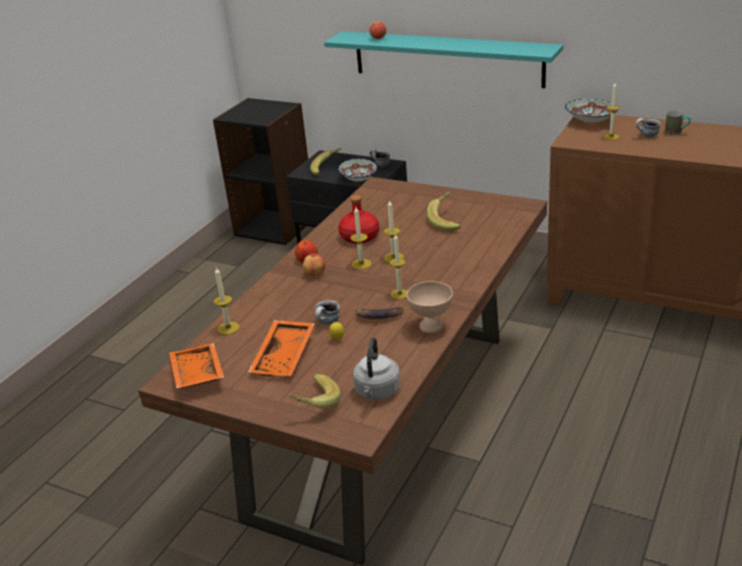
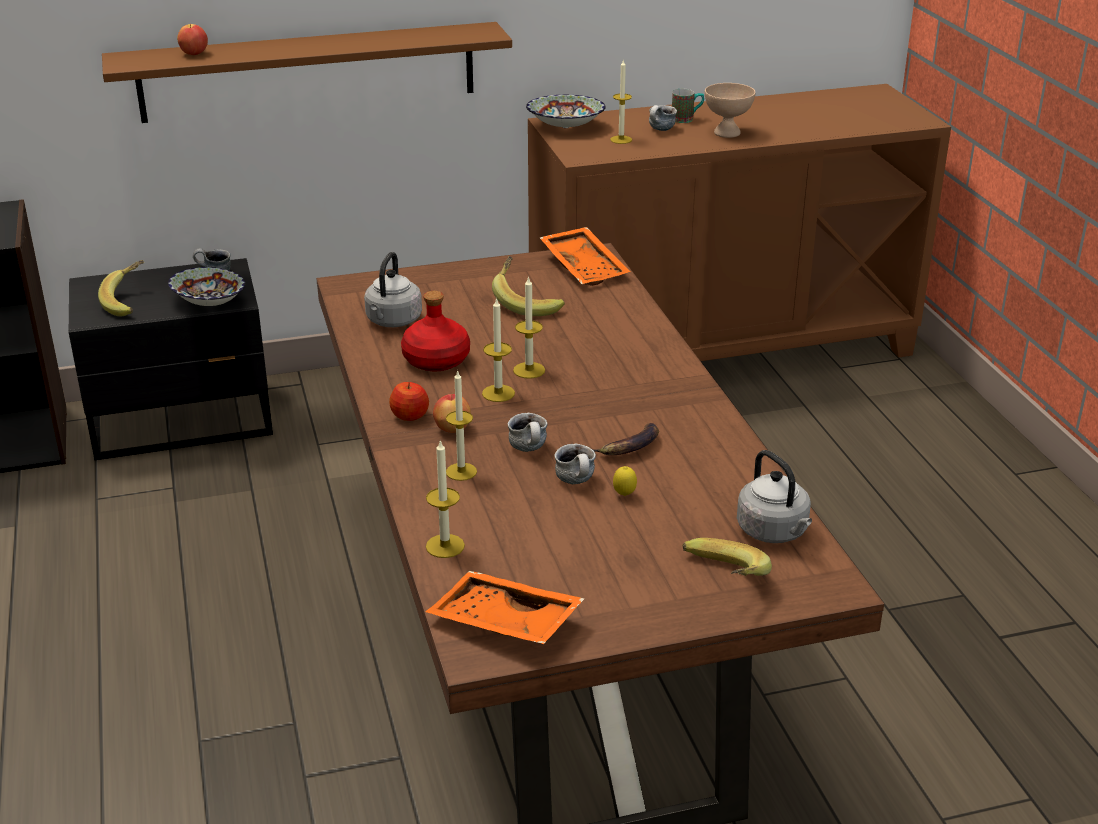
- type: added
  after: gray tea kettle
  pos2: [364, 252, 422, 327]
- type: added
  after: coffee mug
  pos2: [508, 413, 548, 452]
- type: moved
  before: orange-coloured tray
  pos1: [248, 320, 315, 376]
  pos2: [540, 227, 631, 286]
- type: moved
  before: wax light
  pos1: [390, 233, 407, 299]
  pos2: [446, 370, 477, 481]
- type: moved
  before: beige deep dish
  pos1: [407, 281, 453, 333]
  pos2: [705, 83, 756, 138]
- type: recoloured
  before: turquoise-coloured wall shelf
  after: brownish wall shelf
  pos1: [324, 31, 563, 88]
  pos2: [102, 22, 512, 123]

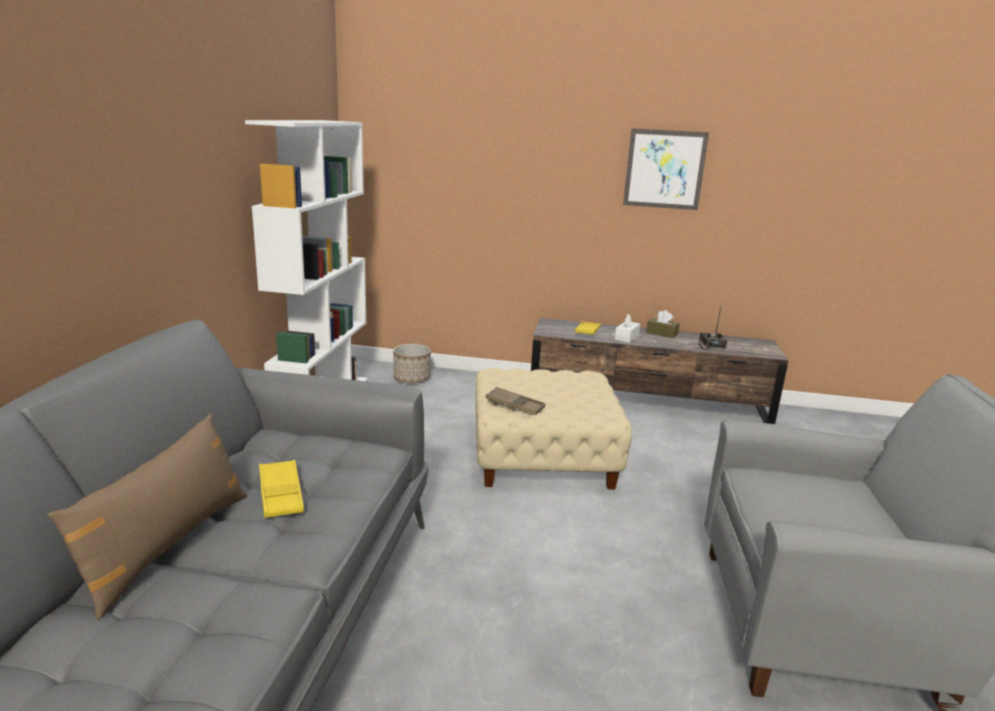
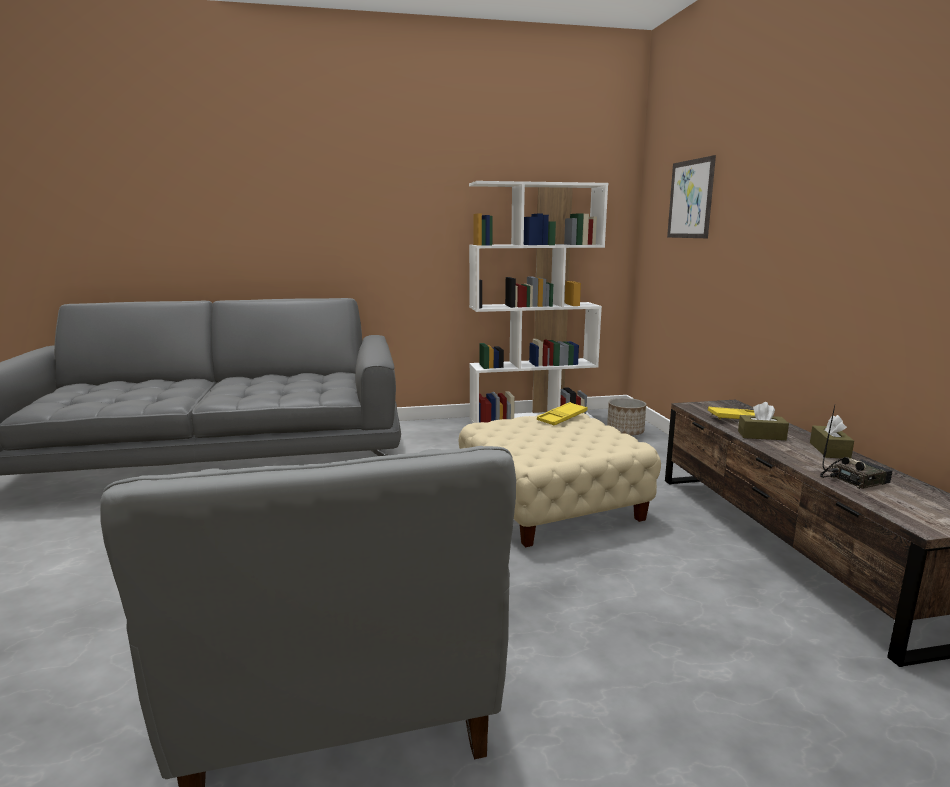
- type: removed
  before: brownish cushion
  pos1: [48, 414, 247, 619]
- type: removed
  before: brownish tray
  pos1: [486, 387, 545, 415]
- type: moved
  before: yellowish tray
  pos1: [259, 460, 304, 518]
  pos2: [537, 402, 587, 425]
- type: moved
  before: picture
  pos1: [623, 128, 709, 210]
  pos2: [667, 155, 716, 238]
- type: recoloured
  before: white box of tissues
  after: brownish box of tissues
  pos1: [615, 314, 640, 343]
  pos2: [738, 402, 789, 440]

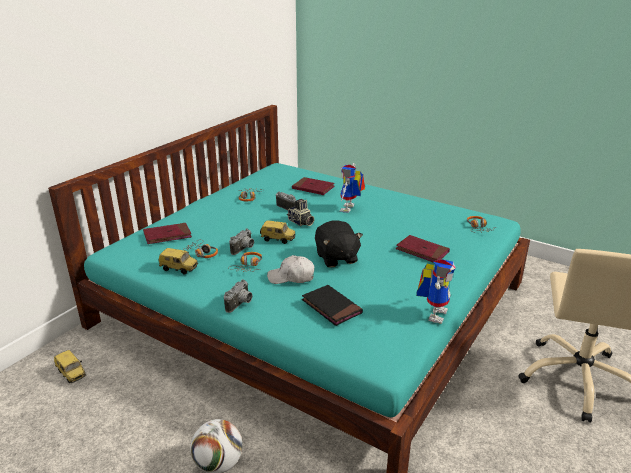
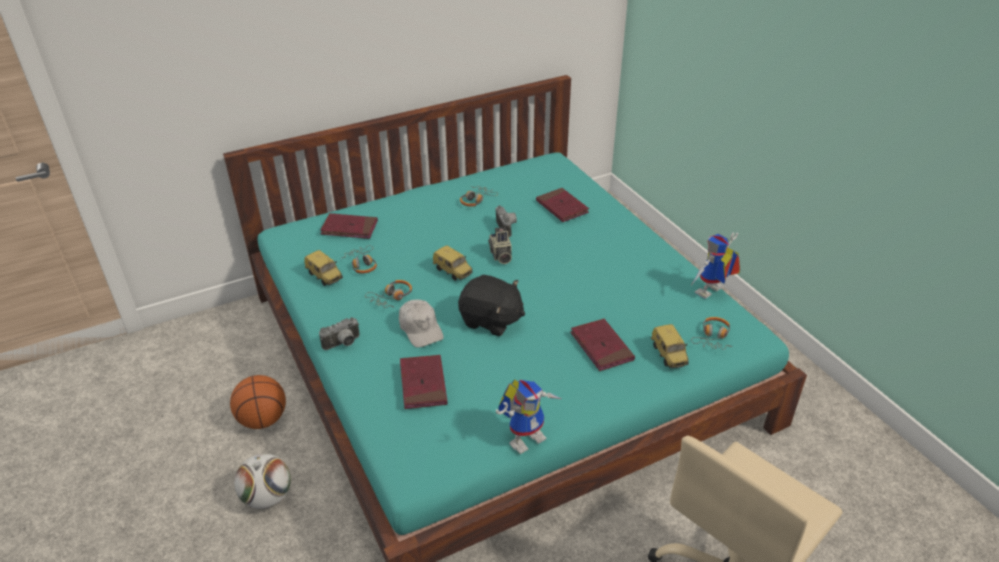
- type: removed
  before: still camera
  pos1: [229, 228, 254, 255]
- type: added
  after: ball for basketball
  pos2: [230, 375, 286, 429]
- type: moved
  before: toy car
  pos1: [54, 350, 86, 383]
  pos2: [651, 324, 689, 368]
- type: moved
  before: toy robot
  pos1: [340, 163, 365, 213]
  pos2: [692, 232, 740, 299]
- type: recoloured
  before: blackish book
  after: red book
  pos1: [302, 285, 363, 326]
  pos2: [400, 355, 448, 409]
- type: turned
  before: white cap
  pos1: [267, 255, 314, 284]
  pos2: [399, 299, 444, 348]
  turn: -150
- type: turned
  before: blackish plush toy
  pos1: [315, 220, 363, 268]
  pos2: [458, 275, 525, 336]
  turn: -75

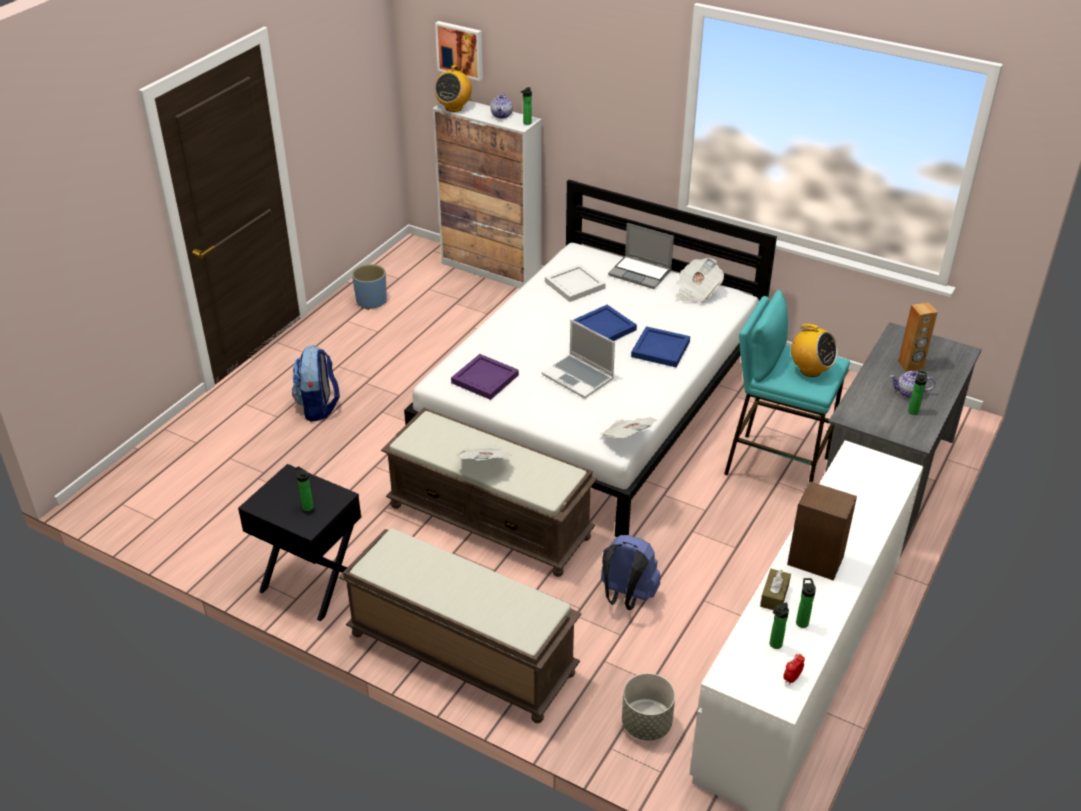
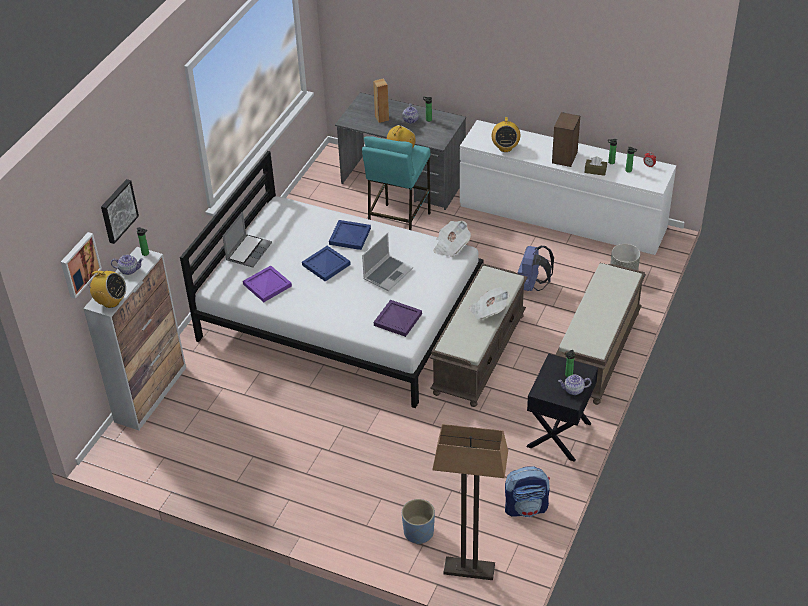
- type: removed
  before: printed paper
  pos1: [675, 258, 724, 303]
- type: added
  after: picture
  pos2: [101, 179, 139, 244]
- type: added
  after: floor lamp
  pos2: [432, 424, 508, 580]
- type: added
  after: radio set
  pos2: [492, 117, 520, 152]
- type: added
  after: tea pot
  pos2: [558, 375, 591, 395]
- type: moved
  before: backpack
  pos1: [292, 345, 340, 422]
  pos2: [505, 466, 550, 517]
- type: moved
  before: bluish planter
  pos1: [352, 264, 387, 310]
  pos2: [402, 499, 435, 545]
- type: recoloured
  before: white tray
  after: purple-coloured tray
  pos1: [545, 264, 606, 302]
  pos2: [243, 265, 292, 302]

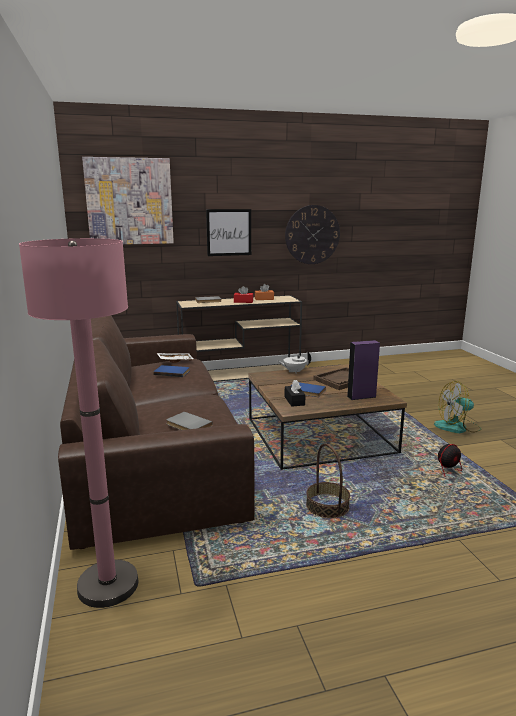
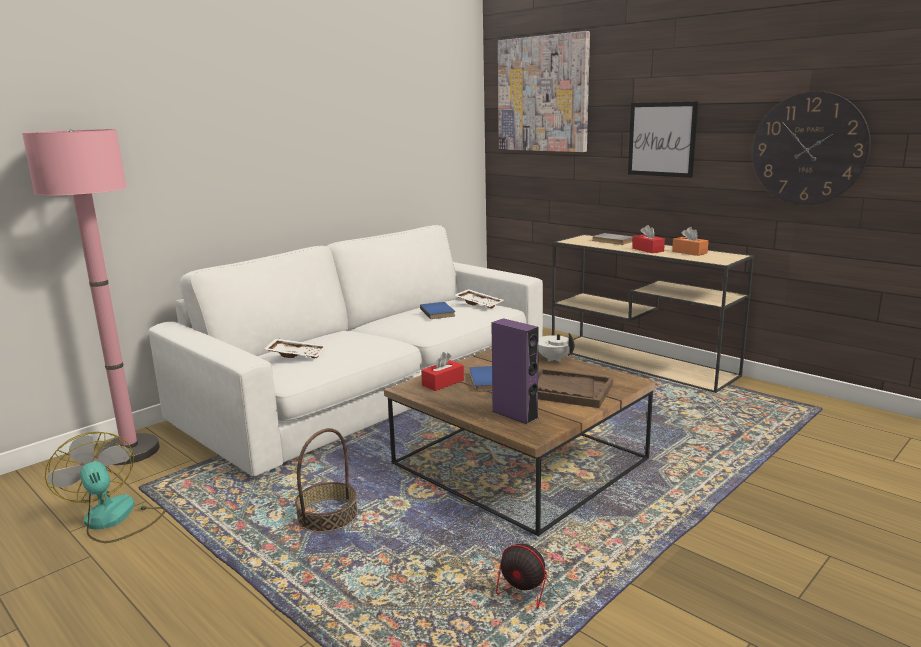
- type: moved
  before: electric fan
  pos1: [434, 381, 481, 433]
  pos2: [45, 432, 165, 543]
- type: replaced
  before: gray book
  after: white tray
  pos1: [166, 412, 213, 430]
  pos2: [264, 338, 327, 358]
- type: recoloured
  before: brownish couch
  after: white couch
  pos1: [58, 315, 255, 550]
  pos2: [149, 225, 543, 476]
- type: recoloured
  before: blackish box of tissues
  after: red box of tissues
  pos1: [285, 380, 305, 407]
  pos2: [421, 352, 464, 391]

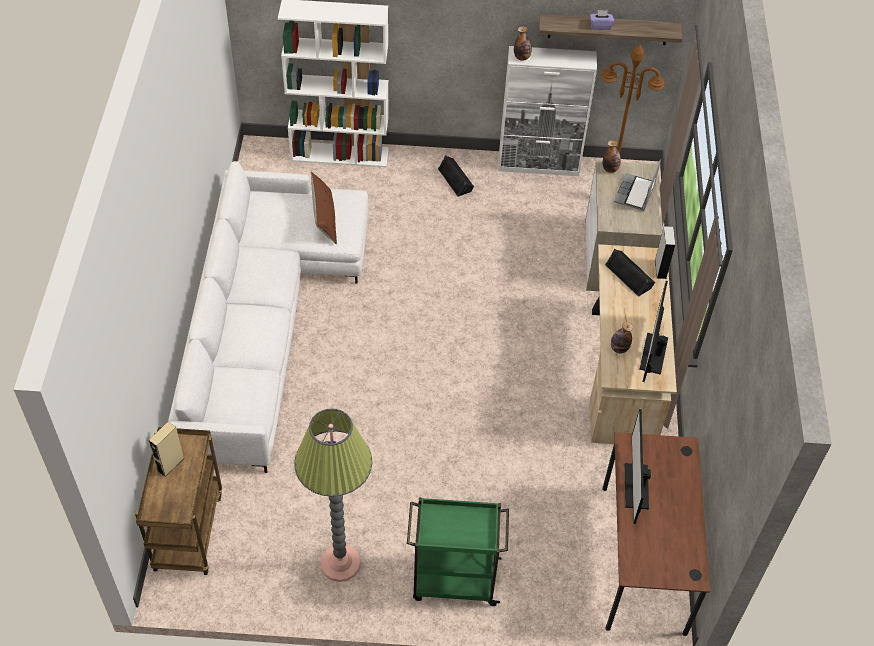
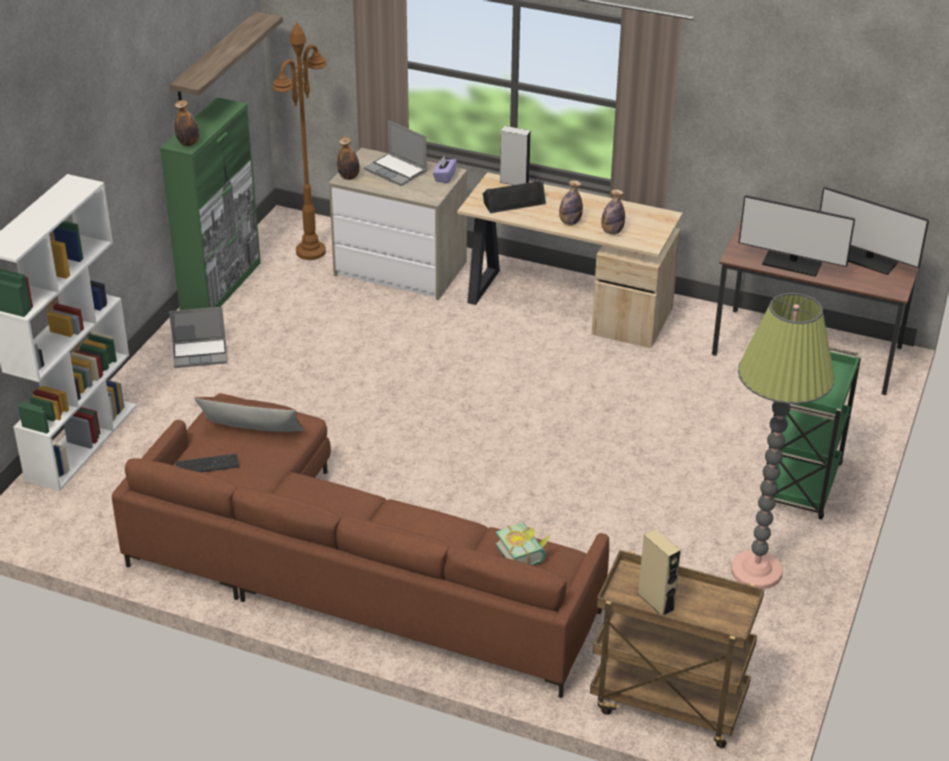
- type: added
  after: keyboard
  pos2: [175, 453, 239, 472]
- type: added
  after: book
  pos2: [496, 523, 551, 565]
- type: added
  after: beverage bottle
  pos2: [559, 180, 583, 225]
- type: moved
  before: purple-coloured box of tissues
  pos1: [590, 10, 614, 30]
  pos2: [433, 156, 457, 183]
- type: moved
  before: monitor
  pos1: [639, 281, 668, 382]
  pos2: [820, 187, 929, 275]
- type: replaced
  before: blackish loudspeaker
  after: notebook computer
  pos1: [438, 155, 474, 197]
  pos2: [169, 307, 227, 368]
- type: recoloured
  before: white couch
  after: brownish couch
  pos1: [168, 161, 369, 473]
  pos2: [112, 393, 609, 698]
- type: recoloured
  before: white cupboard
  after: greenish cupboard
  pos1: [498, 46, 597, 176]
  pos2: [160, 97, 261, 310]

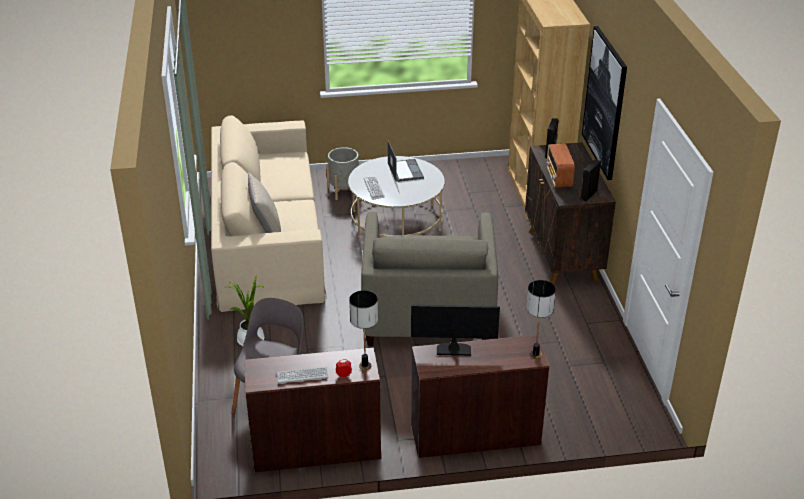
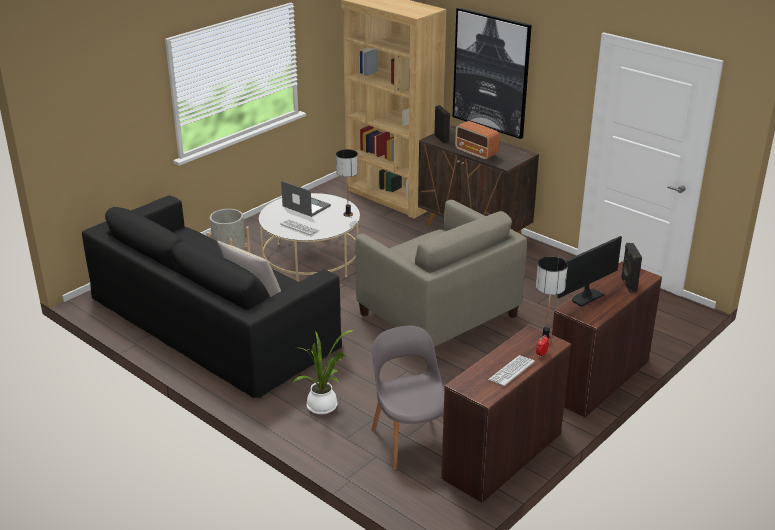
- type: moved
  before: tabletop lamp
  pos1: [526, 280, 556, 359]
  pos2: [336, 149, 358, 217]
- type: moved
  before: blackish loudspeaker
  pos1: [580, 159, 601, 201]
  pos2: [621, 243, 642, 293]
- type: recoloured
  before: beige couch
  after: blackish couch
  pos1: [211, 115, 327, 312]
  pos2: [82, 195, 342, 398]

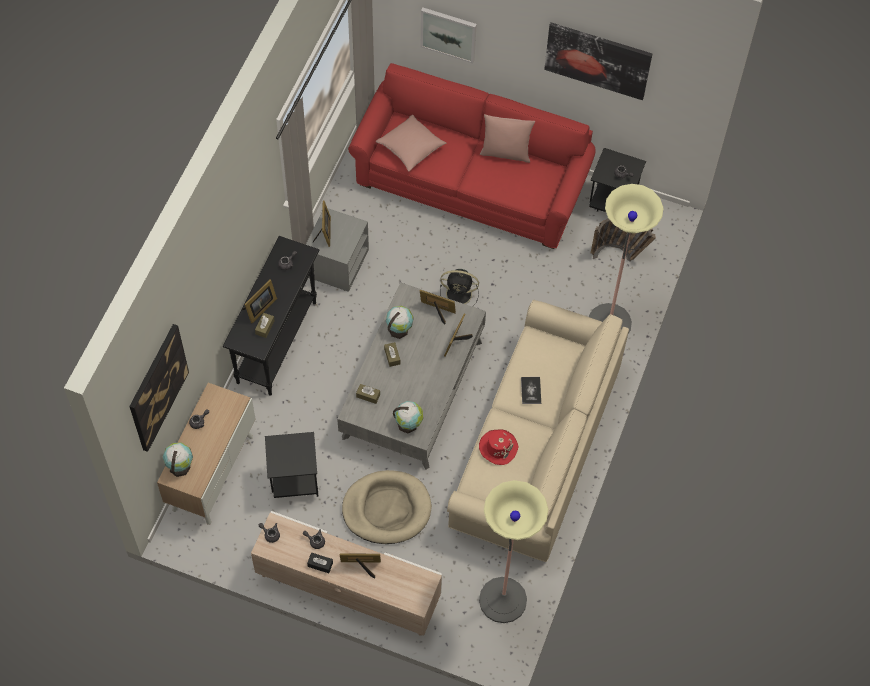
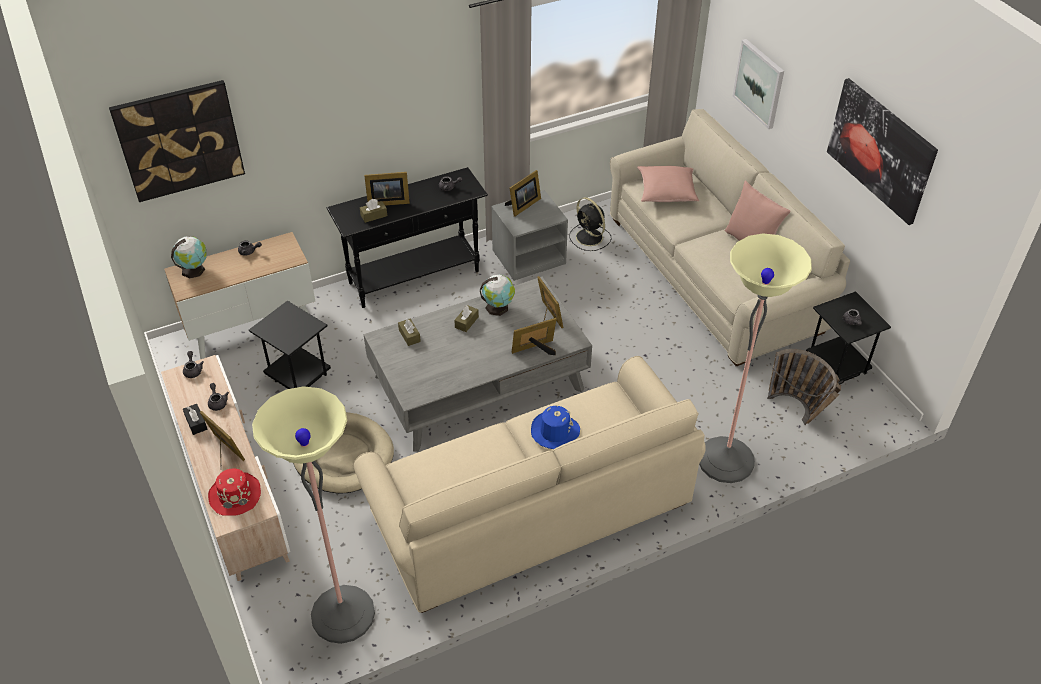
- type: removed
  before: globe
  pos1: [393, 401, 423, 434]
- type: moved
  before: blackish electric fan
  pos1: [440, 269, 479, 307]
  pos2: [569, 197, 611, 251]
- type: moved
  before: red clothing hat
  pos1: [479, 429, 518, 465]
  pos2: [208, 468, 261, 516]
- type: replaced
  before: book
  after: bluish clothing hat
  pos1: [521, 377, 541, 404]
  pos2: [531, 405, 580, 449]
- type: recoloured
  before: red couch
  after: beige couch
  pos1: [348, 63, 596, 249]
  pos2: [610, 109, 850, 366]

